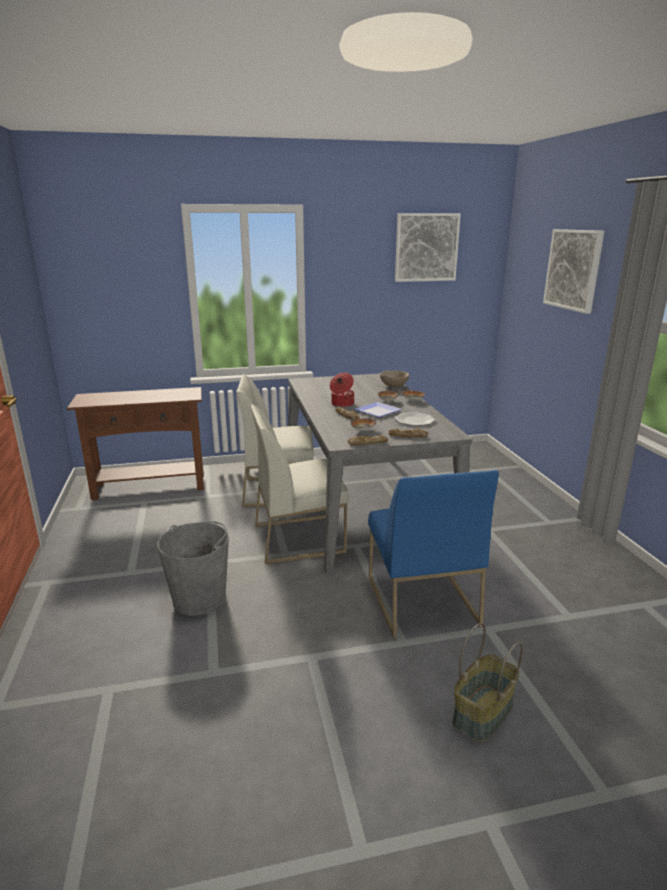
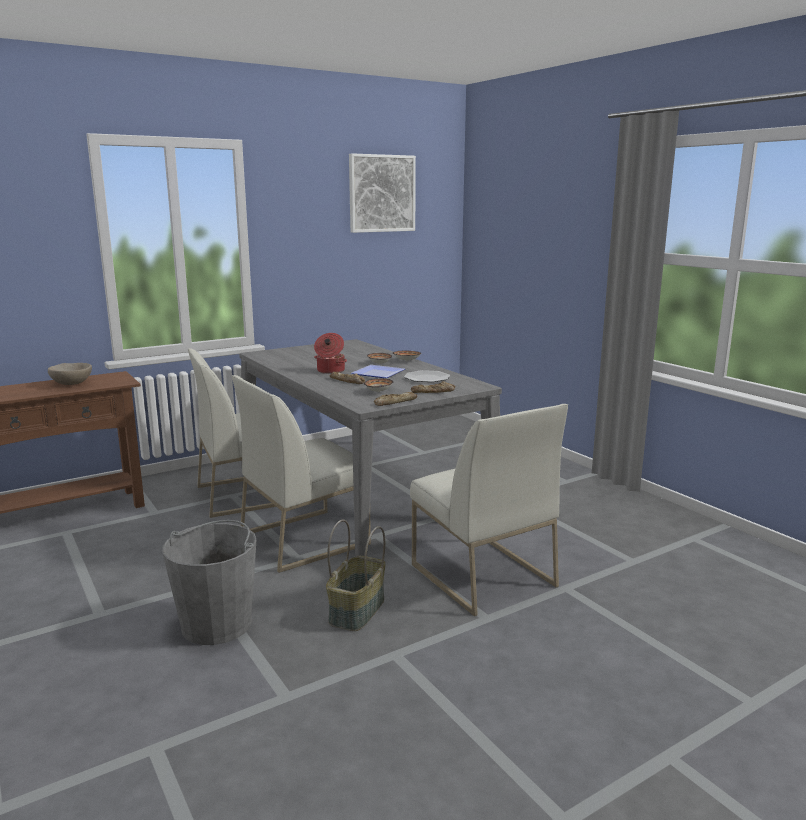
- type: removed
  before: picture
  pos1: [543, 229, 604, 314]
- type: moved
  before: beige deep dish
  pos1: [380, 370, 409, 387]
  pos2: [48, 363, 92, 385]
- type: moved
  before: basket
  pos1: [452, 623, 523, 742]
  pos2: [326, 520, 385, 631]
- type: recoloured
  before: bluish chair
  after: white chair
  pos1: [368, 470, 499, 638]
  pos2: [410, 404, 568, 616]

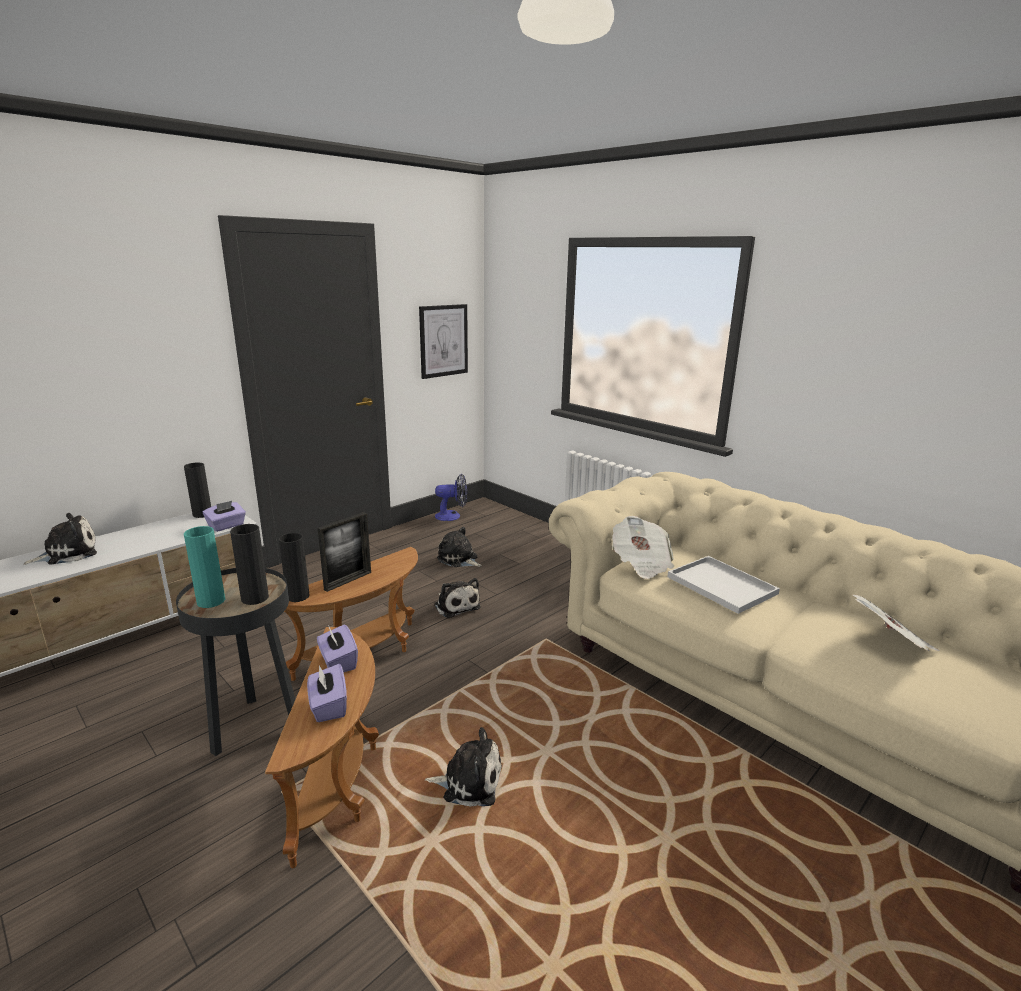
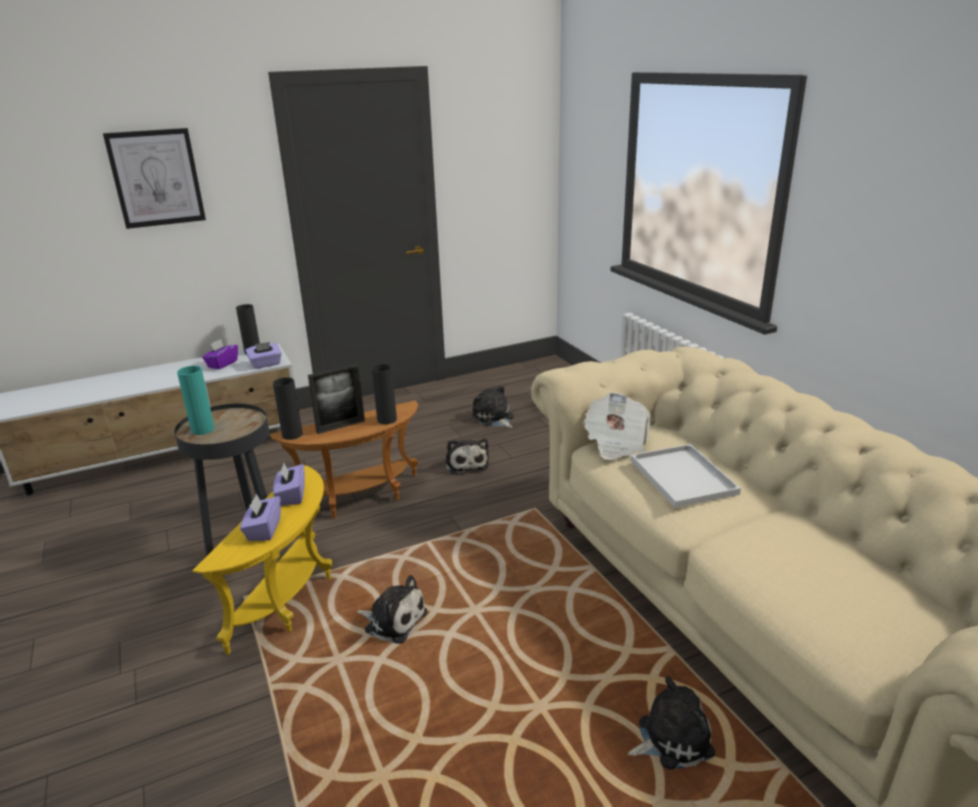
- type: removed
  before: electric fan
  pos1: [435, 474, 467, 521]
- type: removed
  before: printed paper
  pos1: [853, 595, 940, 651]
- type: added
  after: purple-coloured box of tissues
  pos2: [202, 339, 238, 369]
- type: moved
  before: plush toy
  pos1: [23, 513, 97, 565]
  pos2: [628, 676, 715, 770]
- type: moved
  before: blackish decorative vase
  pos1: [230, 524, 269, 605]
  pos2: [372, 364, 397, 424]
- type: moved
  before: picture
  pos1: [419, 304, 468, 379]
  pos2: [103, 128, 206, 229]
- type: recoloured
  before: brownish side table
  after: yellowish side table
  pos1: [265, 627, 379, 868]
  pos2: [192, 465, 332, 655]

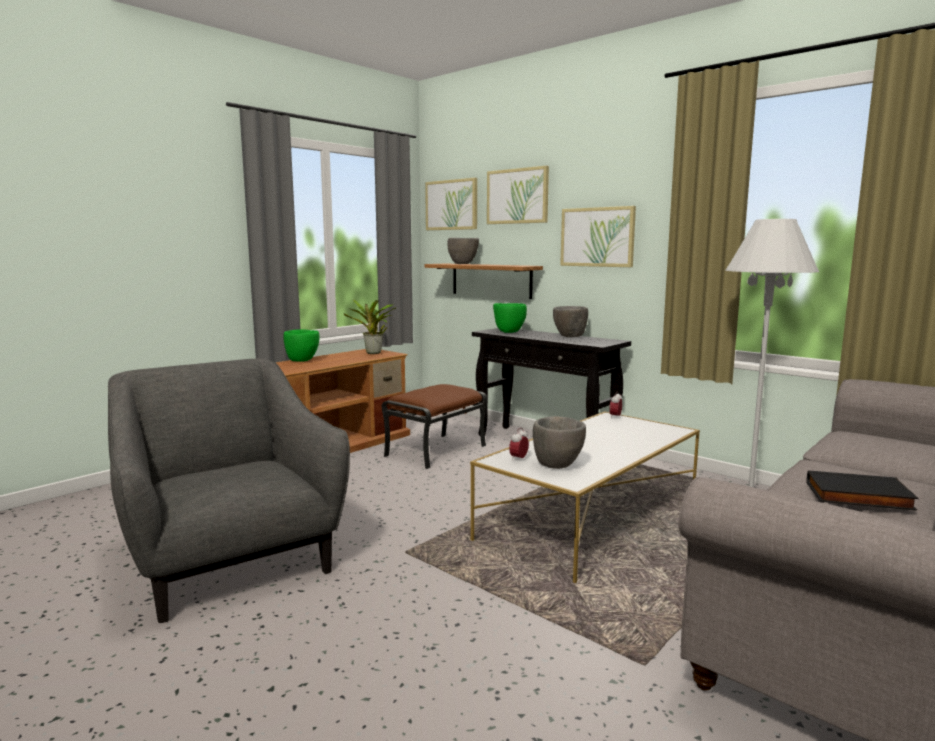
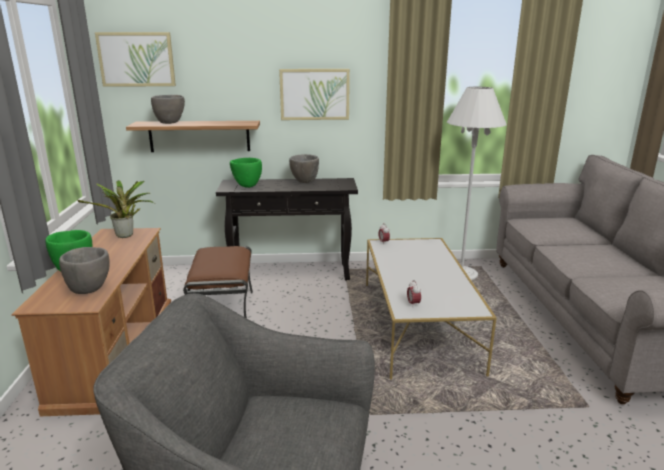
- type: removed
  before: picture
  pos1: [487, 166, 549, 224]
- type: removed
  before: blackish book
  pos1: [807, 470, 919, 511]
- type: moved
  before: gray deep dish
  pos1: [533, 416, 586, 469]
  pos2: [59, 247, 110, 294]

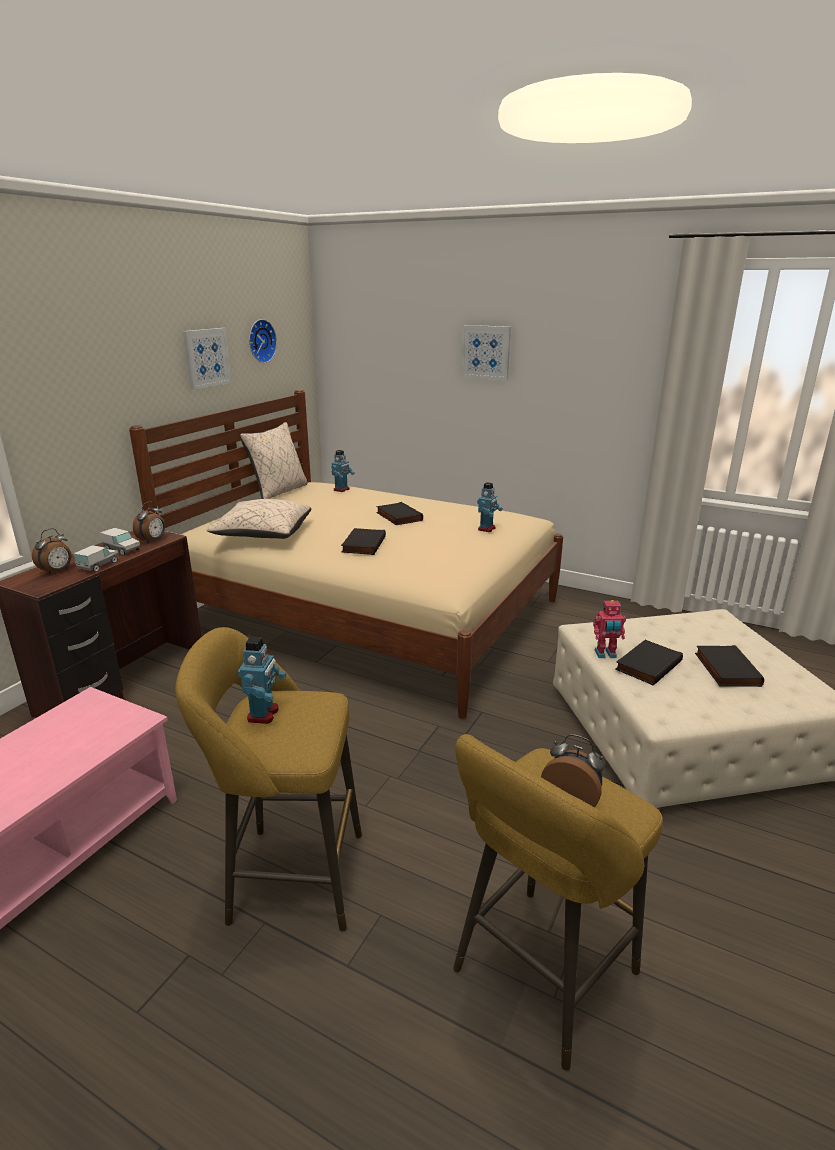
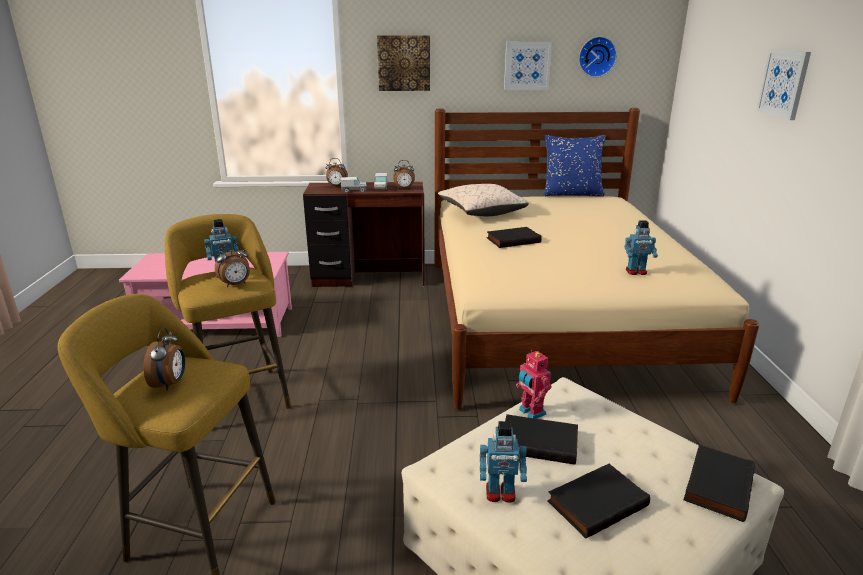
- type: added
  after: bedside clock
  pos2: [215, 243, 250, 287]
- type: added
  after: picture
  pos2: [377, 35, 430, 91]
- type: moved
  before: toy robot
  pos1: [331, 450, 355, 492]
  pos2: [480, 421, 527, 503]
- type: moved
  before: blackish book
  pos1: [376, 502, 423, 525]
  pos2: [684, 445, 755, 522]
- type: recoloured
  before: beige cushion
  after: bluish cushion
  pos1: [241, 422, 307, 499]
  pos2: [544, 135, 606, 197]

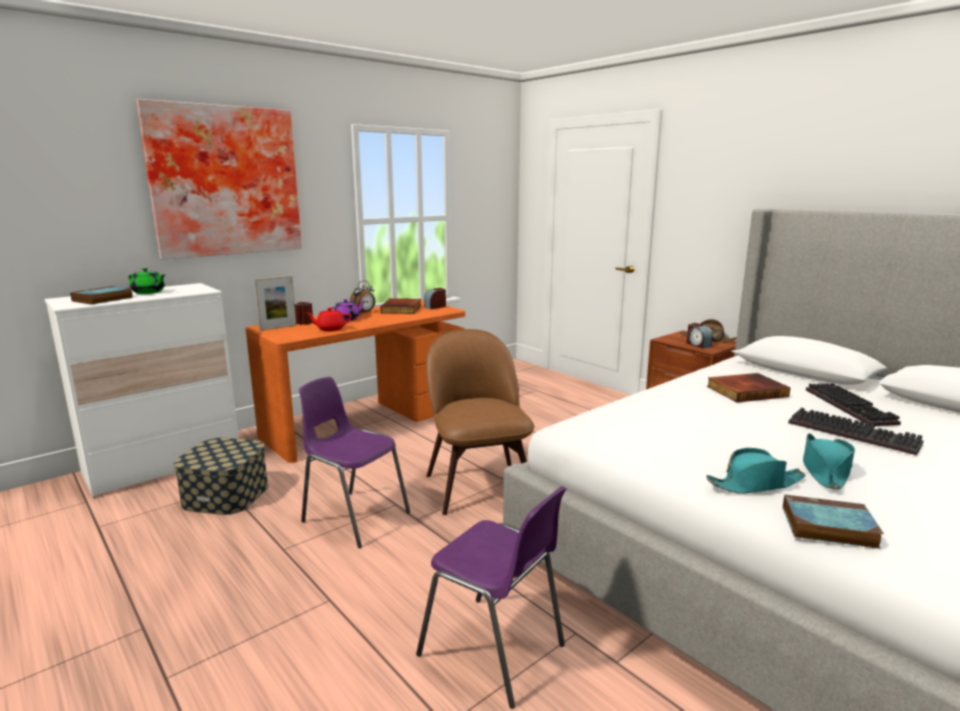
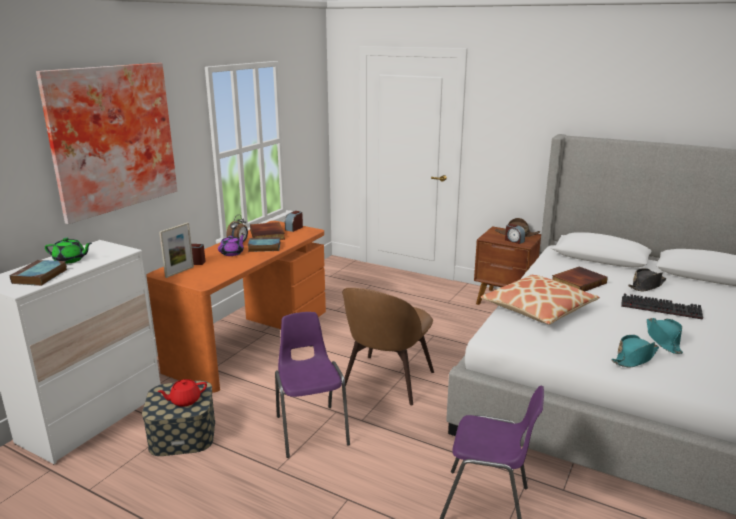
- type: added
  after: cushion
  pos2: [481, 275, 600, 325]
- type: moved
  before: red tea pot
  pos1: [307, 308, 352, 331]
  pos2: [157, 379, 207, 407]
- type: moved
  before: book
  pos1: [783, 495, 884, 549]
  pos2: [248, 237, 280, 252]
- type: replaced
  before: keyboard
  after: blackish clothing hat
  pos1: [806, 383, 901, 426]
  pos2: [628, 268, 666, 291]
- type: turned
  before: purple-coloured chair
  pos1: [299, 377, 410, 548]
  pos2: [275, 312, 350, 458]
  turn: 60
- type: turned
  before: brownish chair
  pos1: [426, 329, 535, 515]
  pos2: [342, 288, 434, 405]
  turn: -120

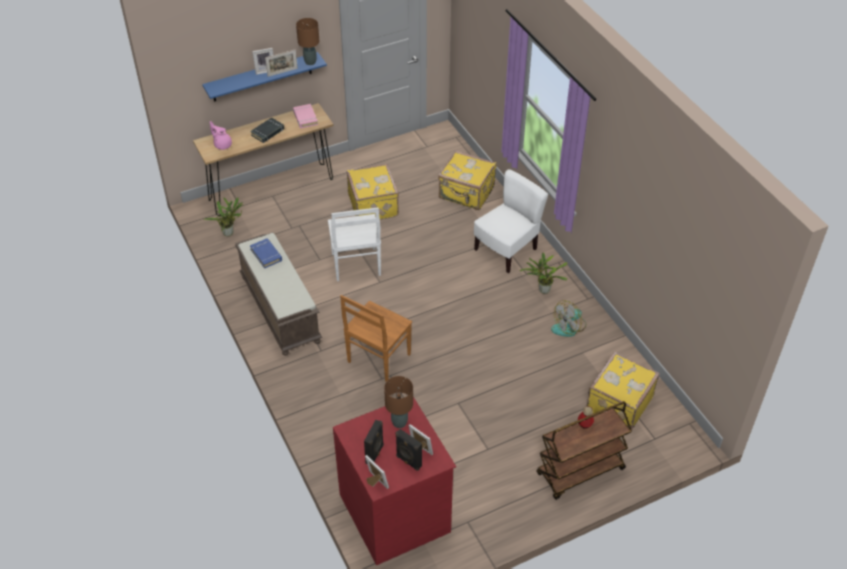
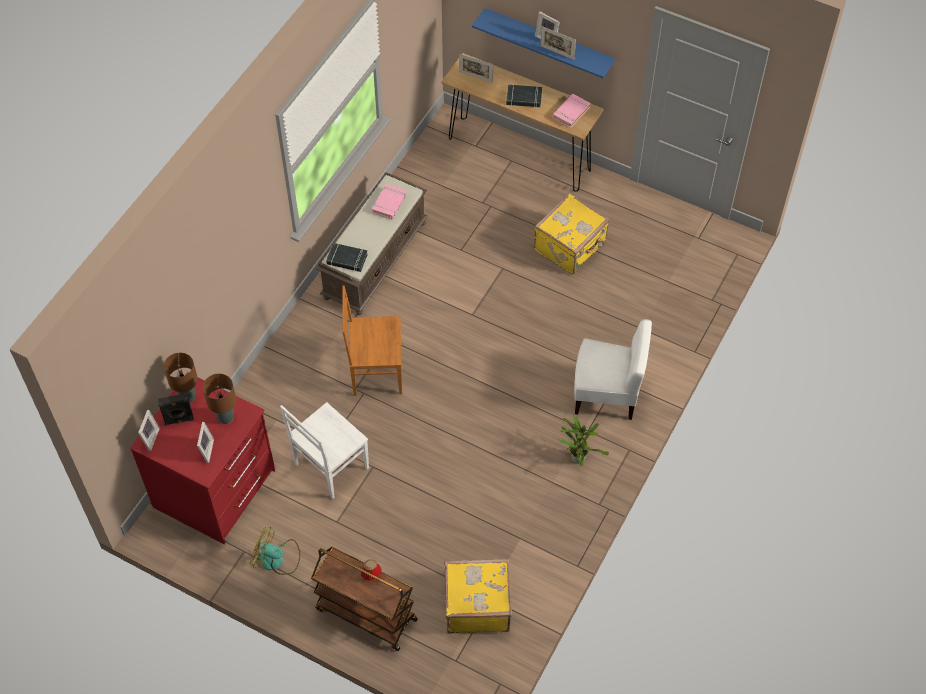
- type: removed
  before: potted plant
  pos1: [203, 197, 243, 236]
- type: removed
  before: blackish loudspeaker
  pos1: [396, 429, 422, 471]
- type: removed
  before: yellowish travel case
  pos1: [438, 151, 497, 210]
- type: added
  after: blackish book
  pos2: [326, 243, 368, 272]
- type: moved
  before: brownish tabletop lamp
  pos1: [296, 18, 319, 65]
  pos2: [164, 353, 198, 403]
- type: moved
  before: white chair
  pos1: [328, 207, 381, 281]
  pos2: [280, 402, 369, 499]
- type: moved
  before: electric fan
  pos1: [551, 300, 586, 337]
  pos2: [250, 526, 300, 575]
- type: replaced
  before: pink-coloured tea pot
  after: photo frame
  pos1: [210, 121, 232, 150]
  pos2: [459, 54, 493, 83]
- type: recoloured
  before: bluish book
  after: pink-coloured book
  pos1: [250, 238, 282, 269]
  pos2: [372, 184, 406, 220]

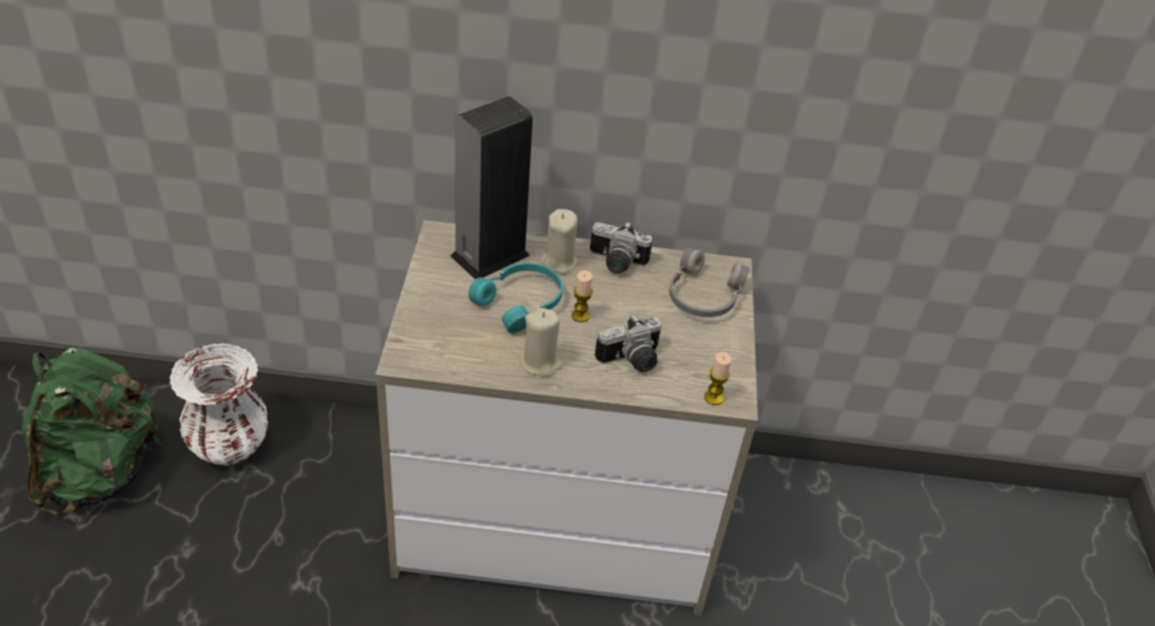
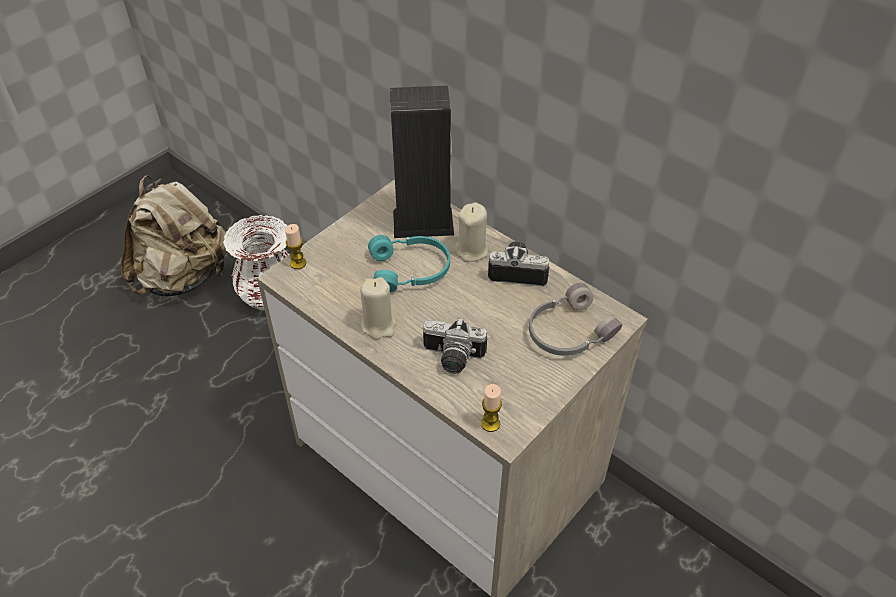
- type: moved
  before: wax light
  pos1: [572, 271, 593, 322]
  pos2: [285, 224, 306, 269]
- type: recoloured
  before: greenish backpack
  after: beige backpack
  pos1: [22, 348, 163, 516]
  pos2: [121, 175, 227, 296]
- type: turned
  before: still camera
  pos1: [590, 222, 652, 274]
  pos2: [488, 241, 549, 287]
  turn: 135

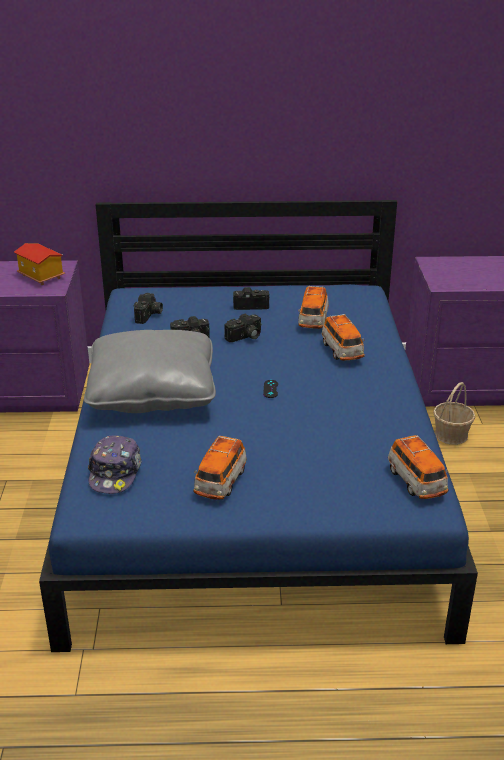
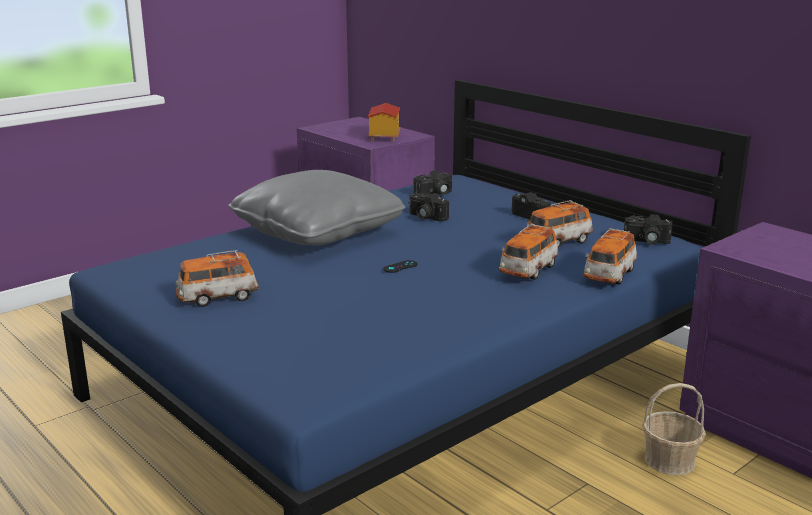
- type: removed
  before: cap
  pos1: [88, 435, 142, 494]
- type: moved
  before: still camera
  pos1: [224, 314, 262, 342]
  pos2: [624, 214, 673, 244]
- type: moved
  before: toy car
  pos1: [388, 435, 449, 499]
  pos2: [583, 228, 637, 285]

